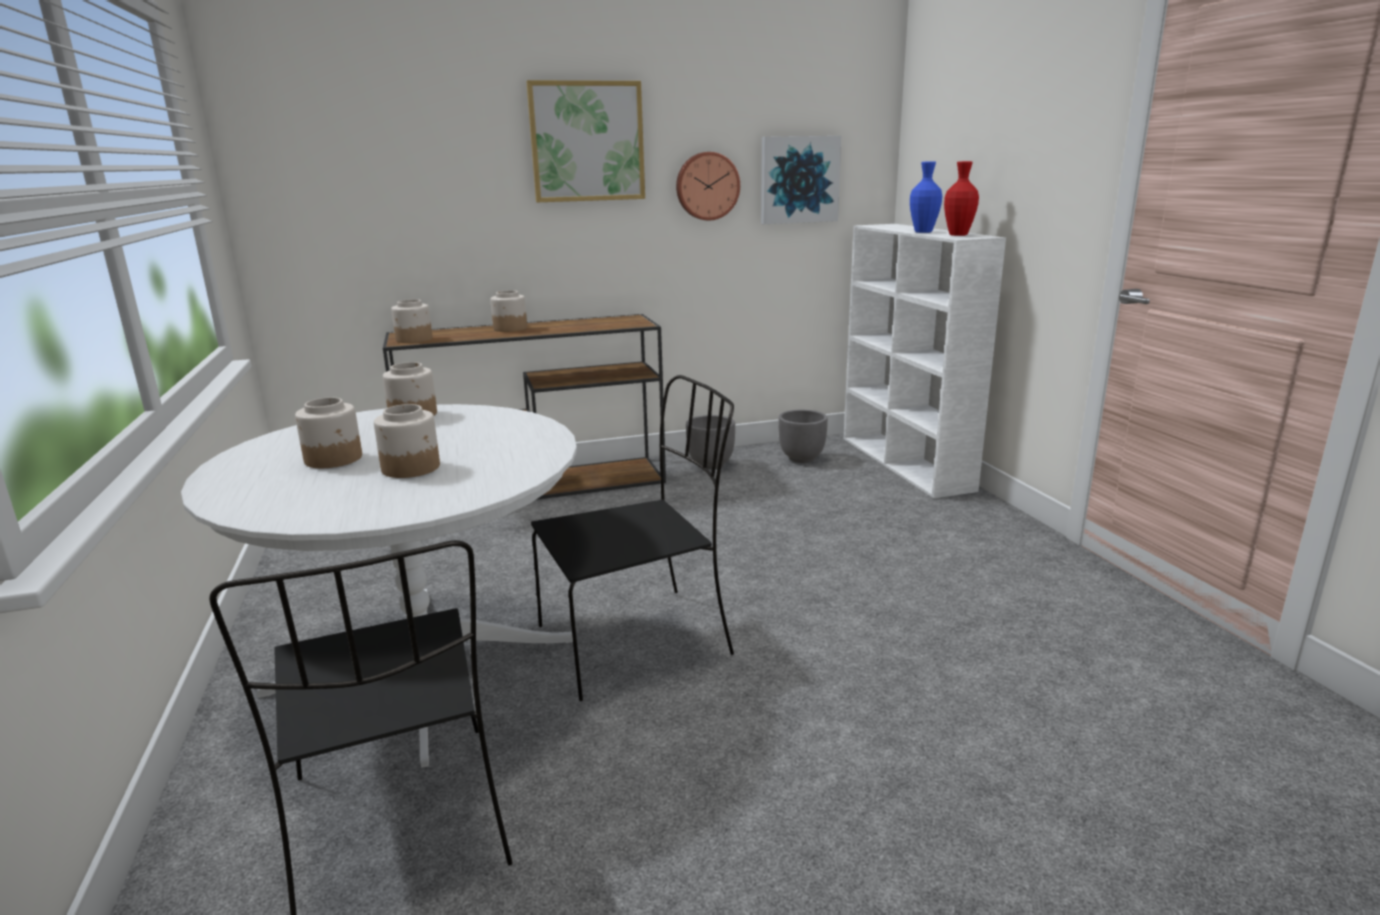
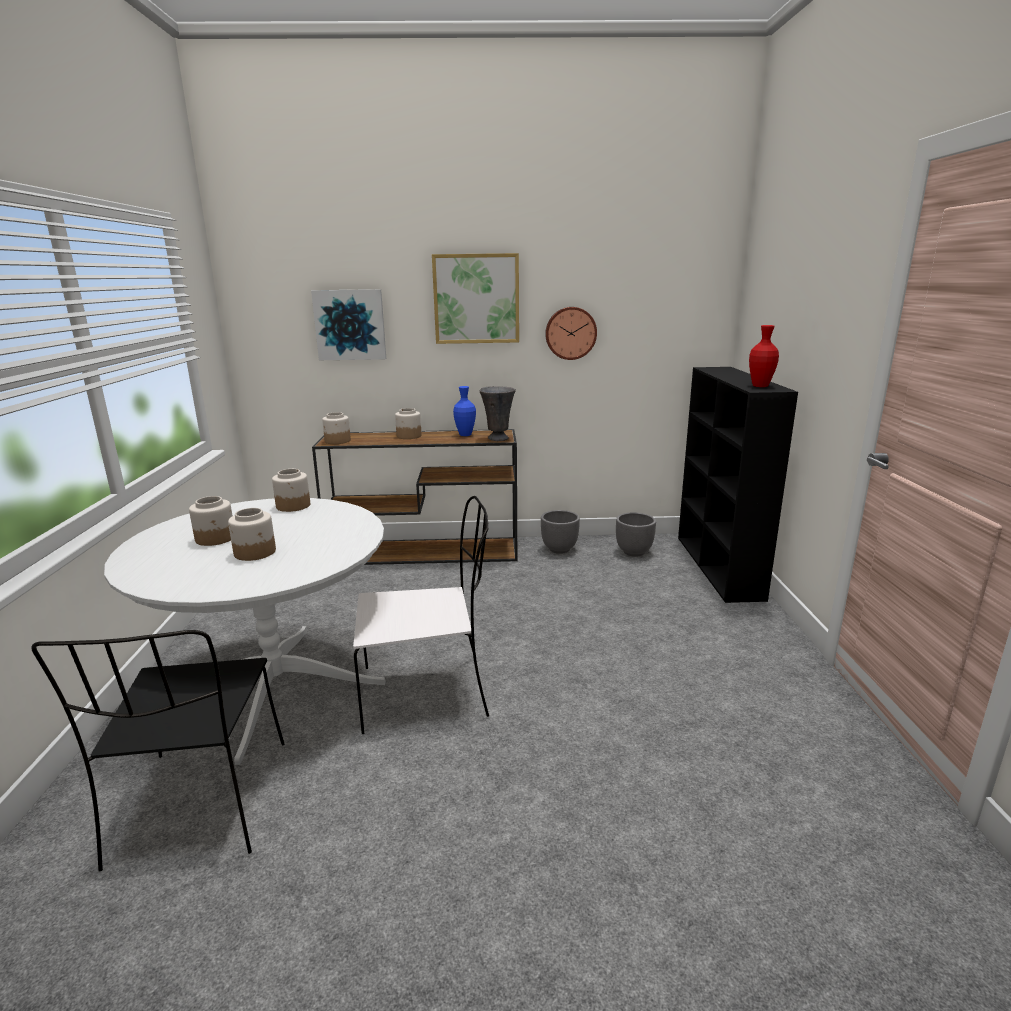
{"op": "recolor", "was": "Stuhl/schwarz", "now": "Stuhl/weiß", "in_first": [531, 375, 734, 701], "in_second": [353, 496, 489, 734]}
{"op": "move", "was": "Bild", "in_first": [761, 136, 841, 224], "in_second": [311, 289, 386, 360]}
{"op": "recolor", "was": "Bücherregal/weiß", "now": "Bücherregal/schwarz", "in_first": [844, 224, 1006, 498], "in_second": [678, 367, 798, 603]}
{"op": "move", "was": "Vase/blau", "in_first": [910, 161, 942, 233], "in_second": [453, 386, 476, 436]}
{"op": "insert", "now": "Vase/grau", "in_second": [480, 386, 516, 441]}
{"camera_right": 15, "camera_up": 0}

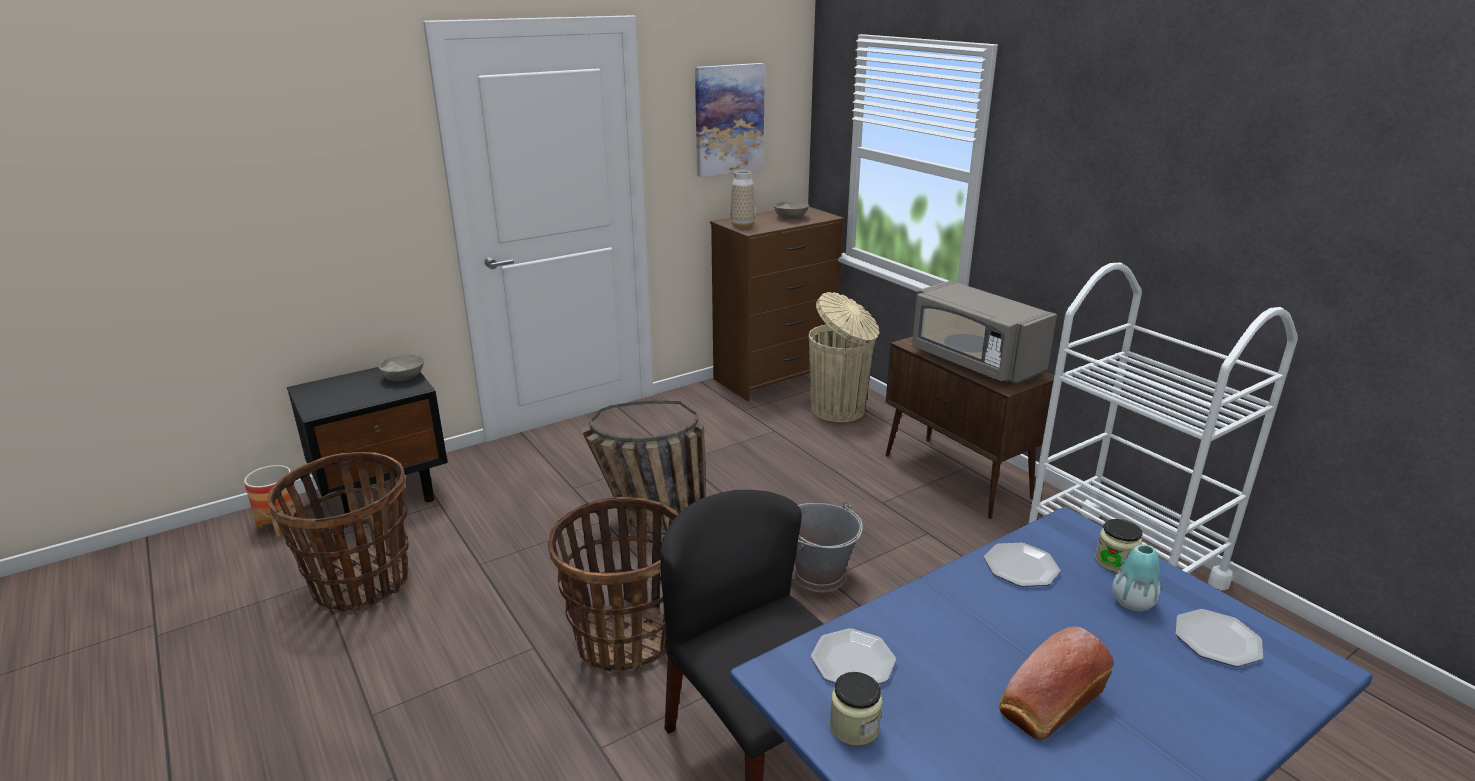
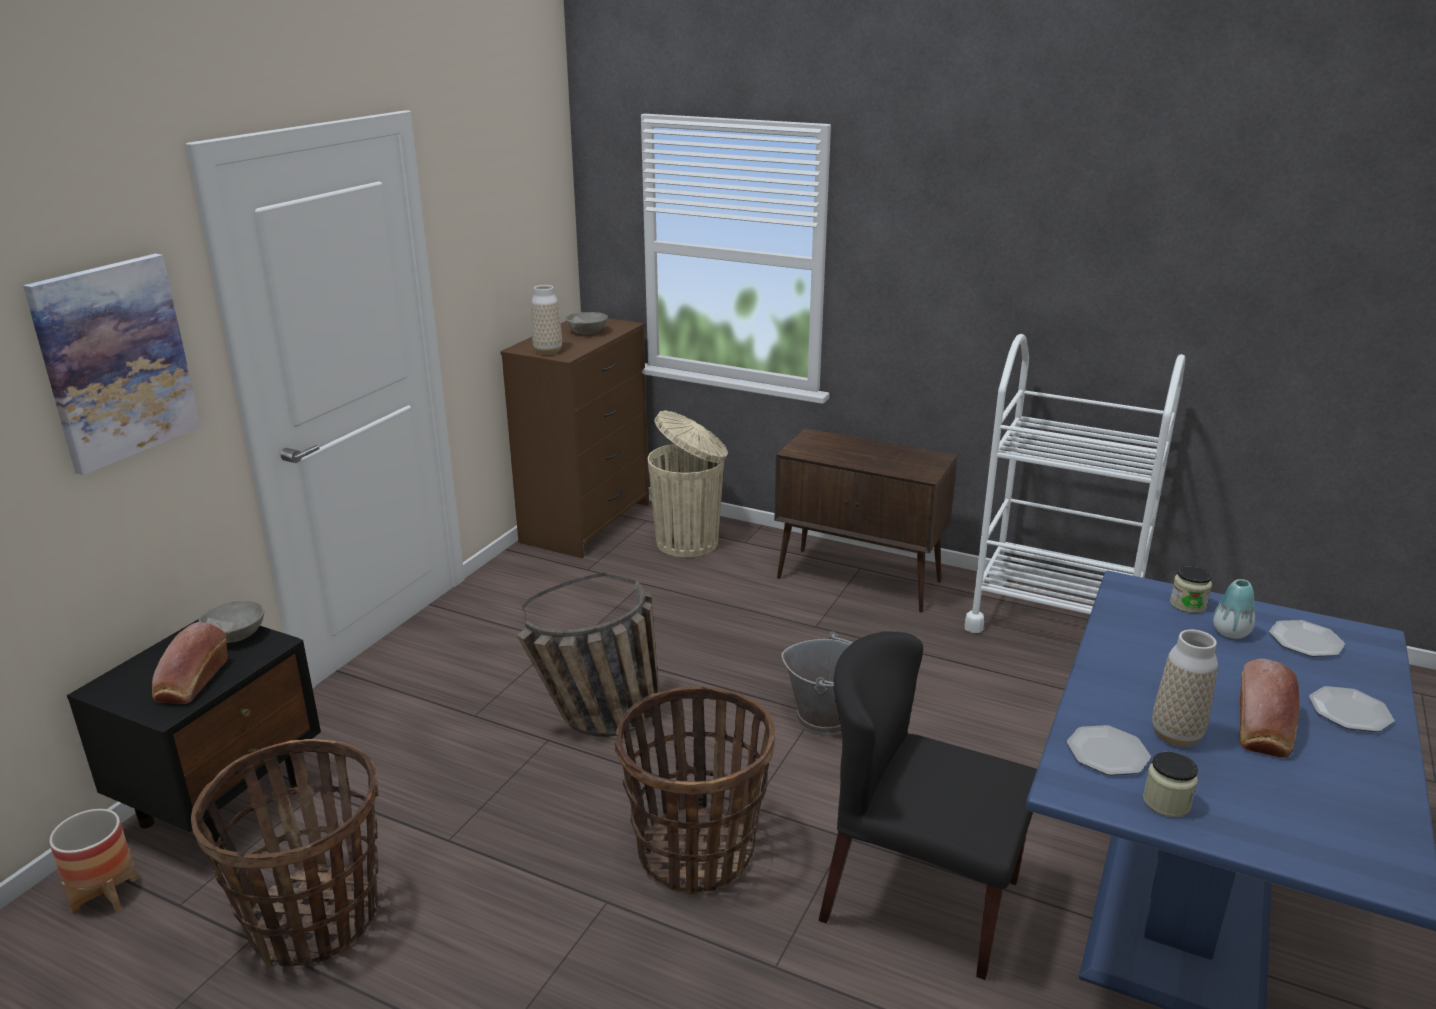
{"op": "move", "was": "Bild", "in_first": [695, 63, 765, 177], "in_second": [23, 254, 201, 475]}
{"op": "delete", "was": "Mikrowelle/grau", "in_first": [912, 280, 1057, 384]}
{"op": "move", "was": "Teller", "in_first": [984, 543, 1060, 587], "in_second": [1309, 686, 1394, 732]}
{"op": "insert", "now": "Brot", "in_second": [152, 622, 228, 704]}
{"op": "insert", "now": "Vase", "in_second": [1152, 630, 1218, 747]}
{"camera_right": -30, "camera_up": 0}

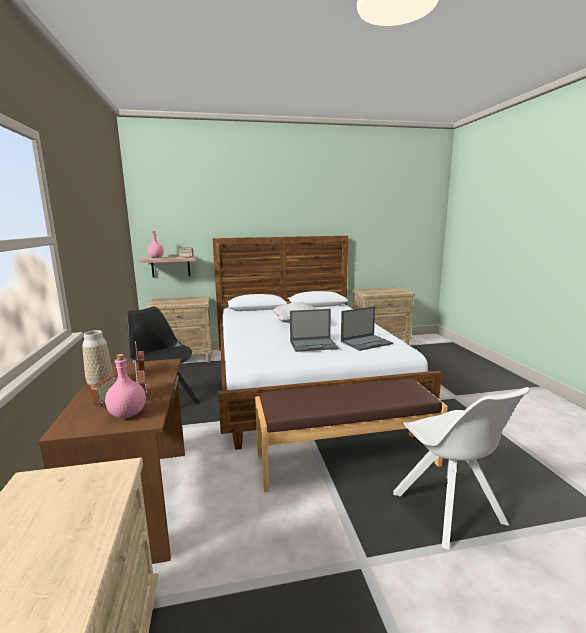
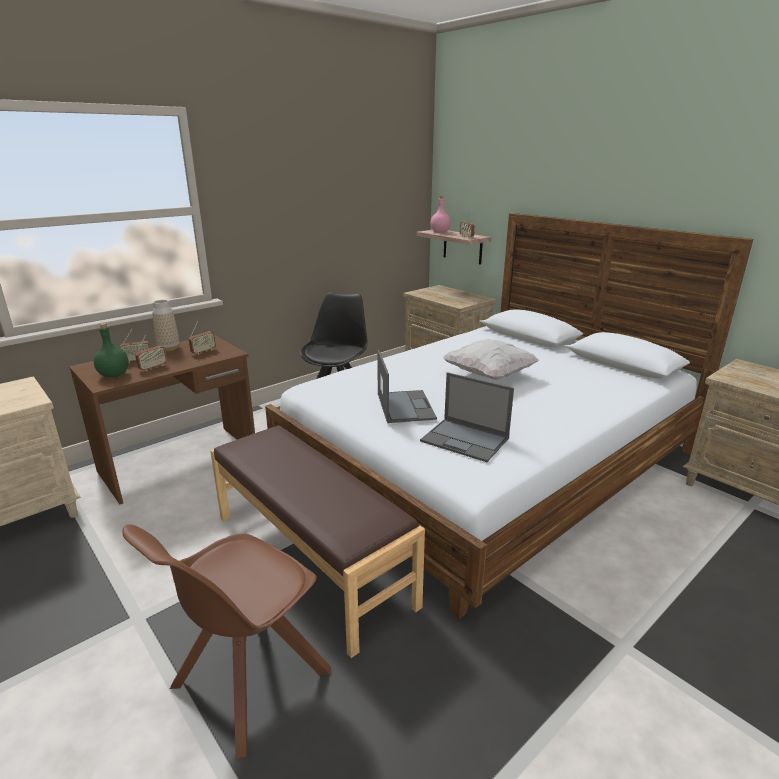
{"op": "recolor", "was": "Flasche/rosa", "now": "Flasche/grün", "in_first": [105, 354, 146, 418], "in_second": [94, 323, 129, 377]}
{"op": "rotate", "was": "Laptop", "in_first": [290, 309, 338, 352], "in_second": [377, 350, 437, 423], "clockwise": -150}
{"op": "recolor", "was": "Stuhl/weiß", "now": "Stuhl/braun", "in_first": [393, 387, 530, 550], "in_second": [122, 524, 331, 759]}
{"camera_right": 60, "camera_up": 10}

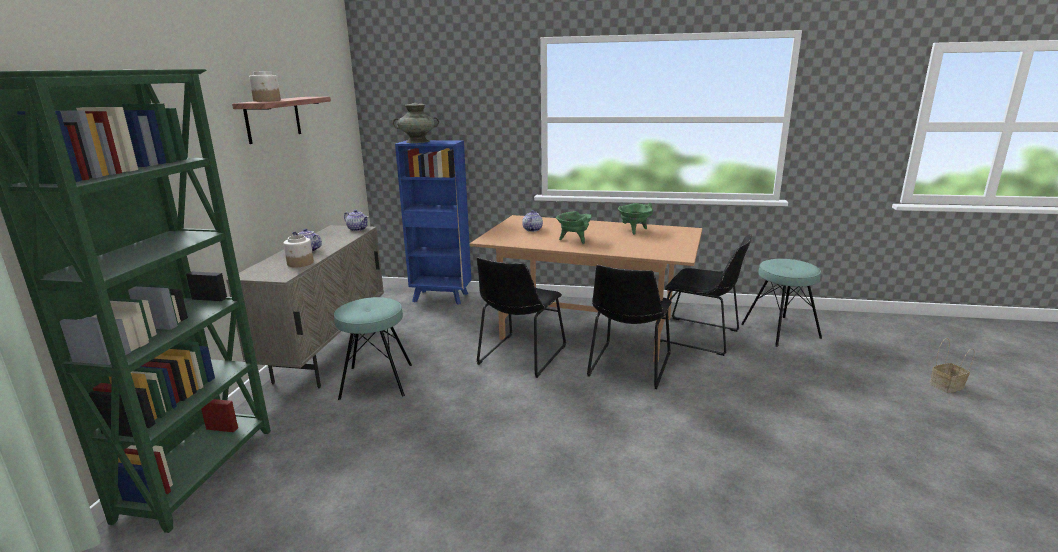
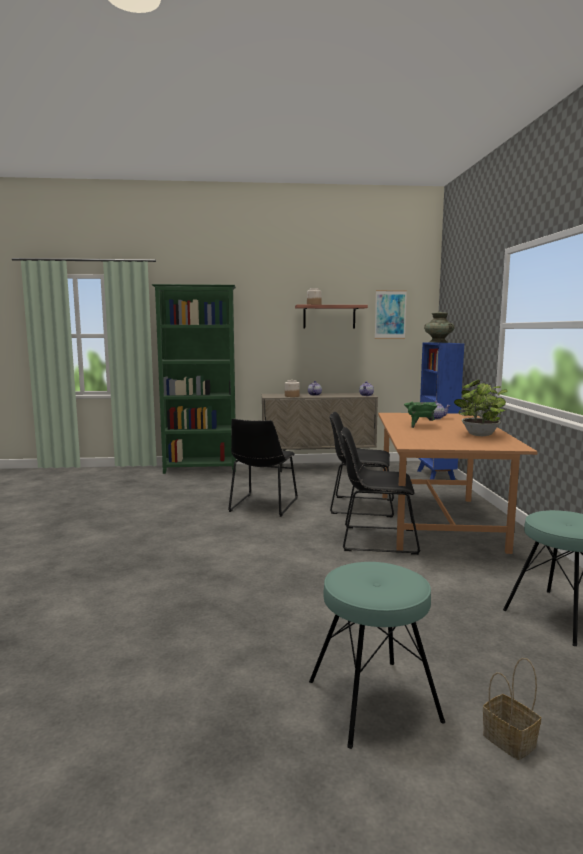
{"op": "move", "was": "Hocker/türkis", "in_first": [334, 297, 412, 400], "in_second": [309, 562, 445, 749]}
{"op": "replace", "was": "Kochtopf/grün", "now": "Topfpflanze", "in_first": [618, 203, 653, 234], "in_second": [454, 380, 507, 436]}
{"op": "move", "was": "Stuhl/schwarz", "in_first": [654, 234, 752, 356], "in_second": [228, 419, 298, 517]}
{"op": "insert", "now": "Bild", "in_second": [375, 290, 407, 339]}
{"camera_right": 75, "camera_up": -10}

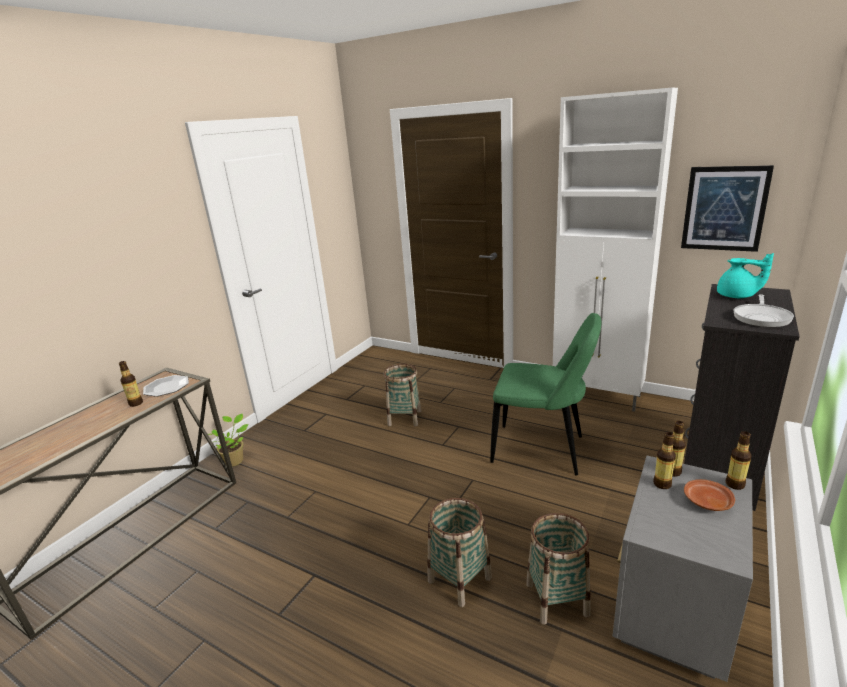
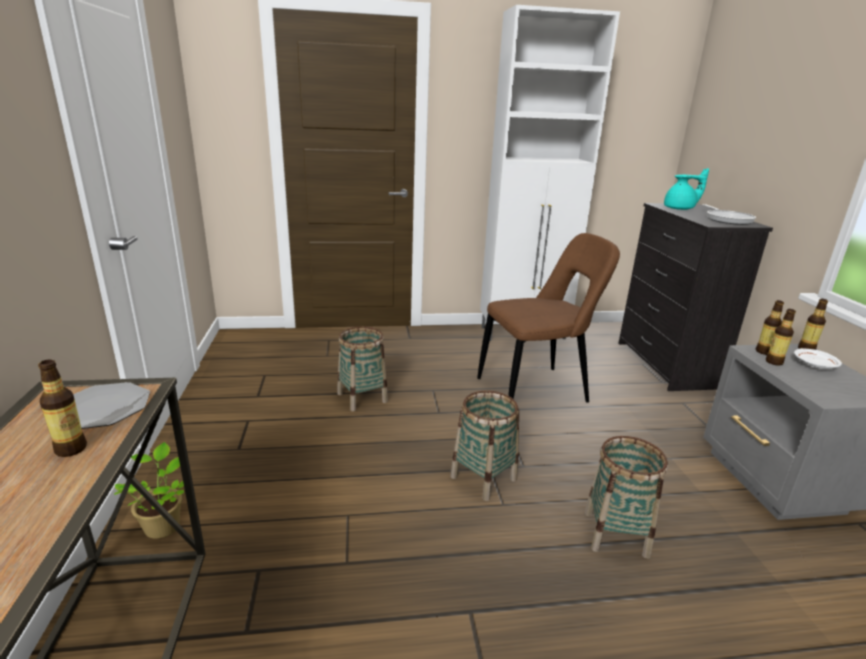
{"op": "recolor", "was": "Stuhl/grün", "now": "Stuhl/braun", "in_first": [490, 313, 601, 476], "in_second": [477, 233, 620, 403]}
{"op": "move", "was": "Korb", "in_first": [526, 513, 591, 625], "in_second": [450, 391, 519, 501]}
{"op": "delete", "was": "Bild", "in_first": [681, 165, 774, 252]}
{"op": "recolor", "was": "Teller/braun", "now": "Teller/weiß", "in_first": [684, 479, 735, 511], "in_second": [794, 349, 842, 369]}
{"camera_right": -40, "camera_up": 0}

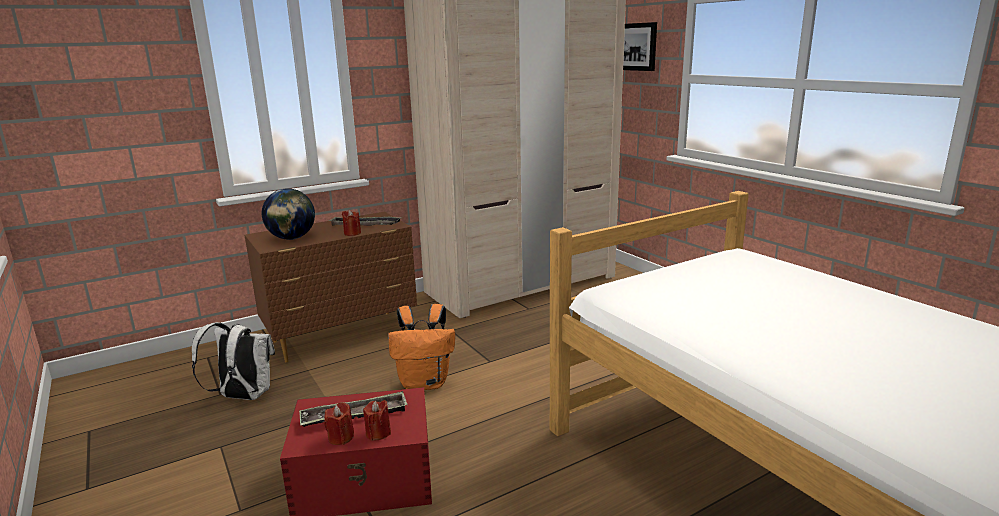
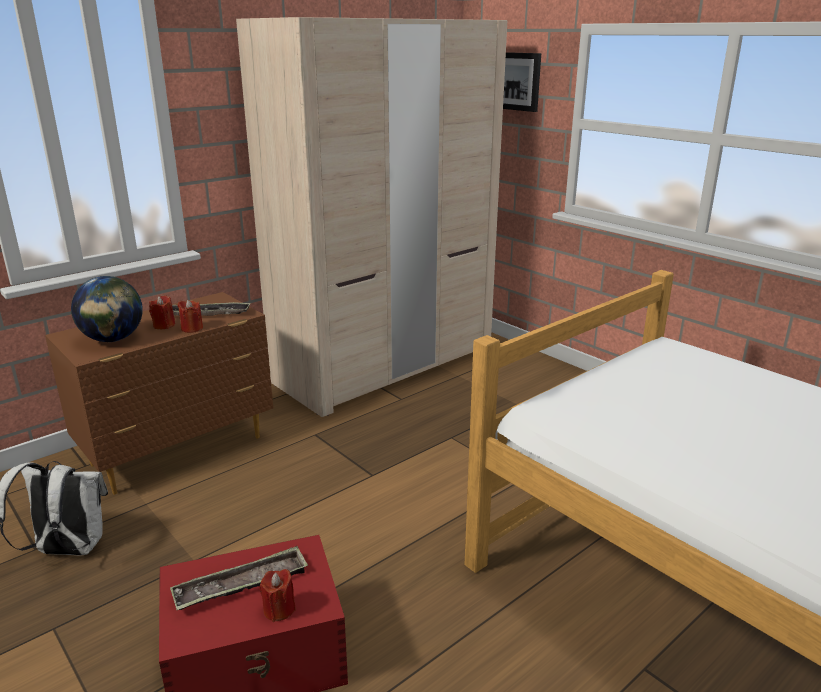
{"op": "move", "was": "Kerze/rot", "in_first": [324, 402, 354, 445], "in_second": [149, 295, 175, 329]}
{"op": "delete", "was": "Rucksack/orange", "in_first": [388, 304, 455, 390]}
{"camera_right": -10, "camera_up": 5}

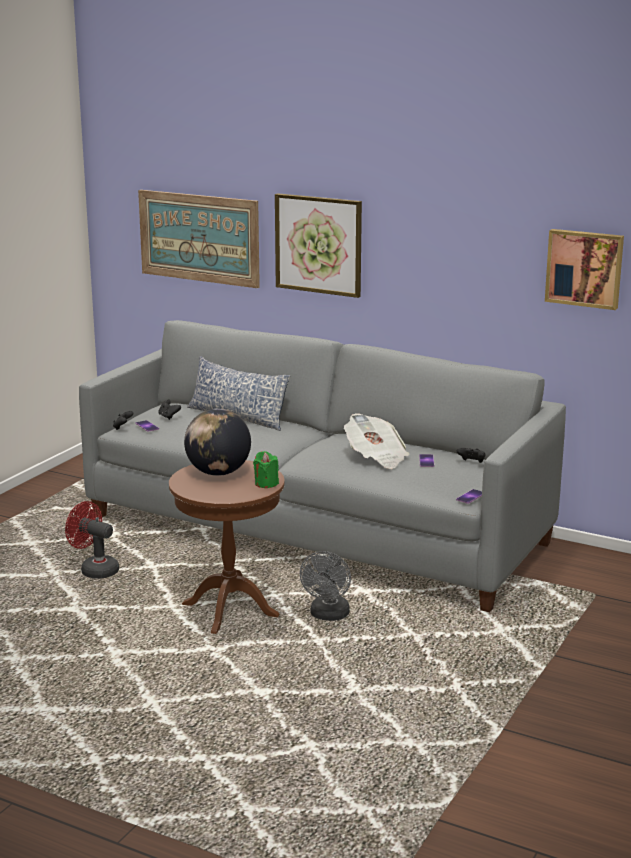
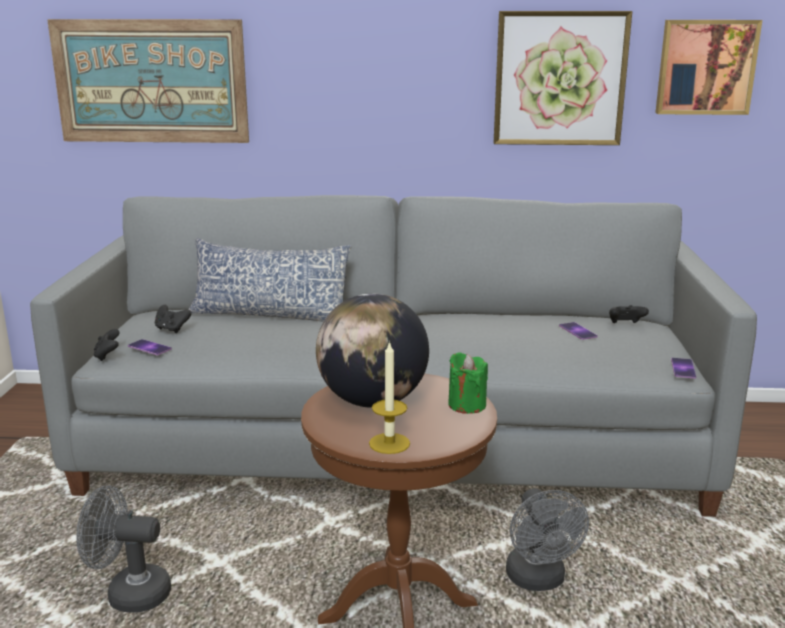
{"op": "recolor", "was": "Ventilator/rot", "now": "Ventilator/grau", "in_first": [65, 501, 119, 579], "in_second": [76, 485, 171, 613]}
{"op": "move", "was": "Bild", "in_first": [275, 193, 362, 298], "in_second": [494, 11, 632, 145]}
{"op": "delete", "was": "Zeitung", "in_first": [344, 413, 409, 469]}
{"op": "insert", "now": "Kerze", "in_second": [369, 341, 410, 454]}
{"camera_right": -25, "camera_up": 0}

